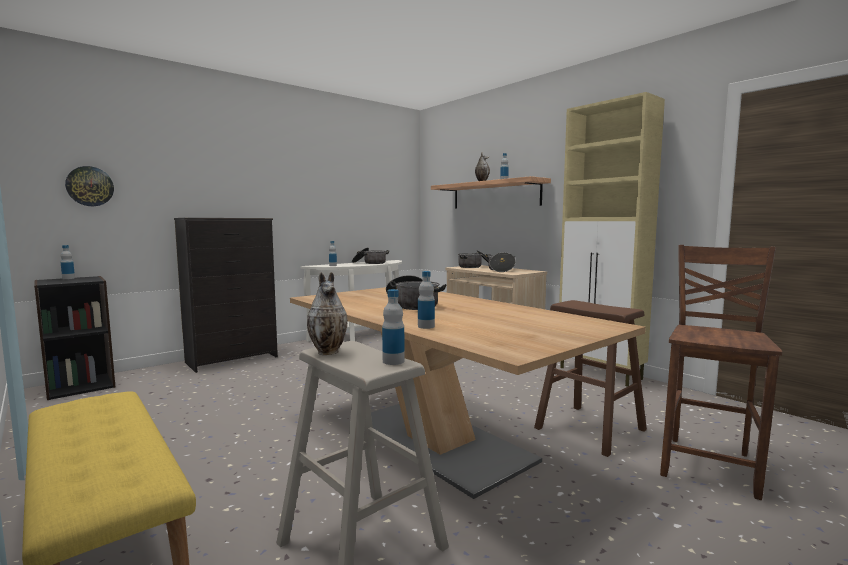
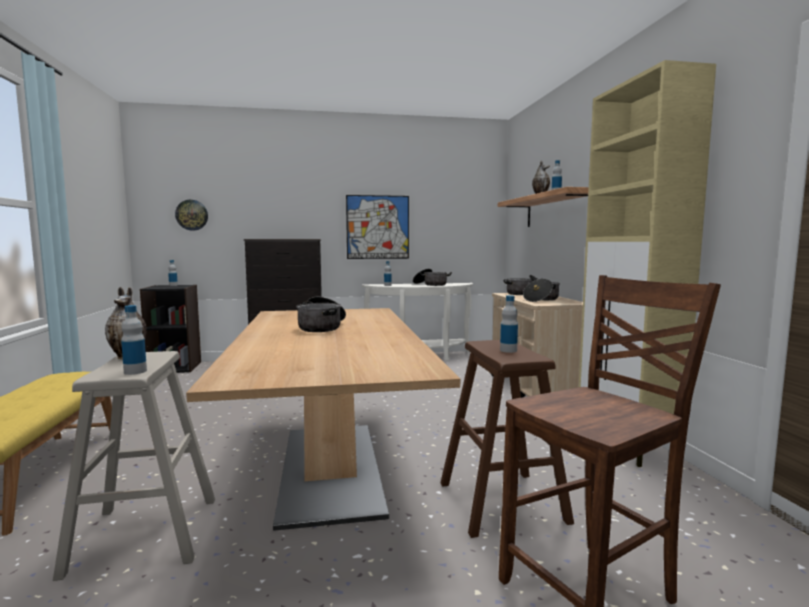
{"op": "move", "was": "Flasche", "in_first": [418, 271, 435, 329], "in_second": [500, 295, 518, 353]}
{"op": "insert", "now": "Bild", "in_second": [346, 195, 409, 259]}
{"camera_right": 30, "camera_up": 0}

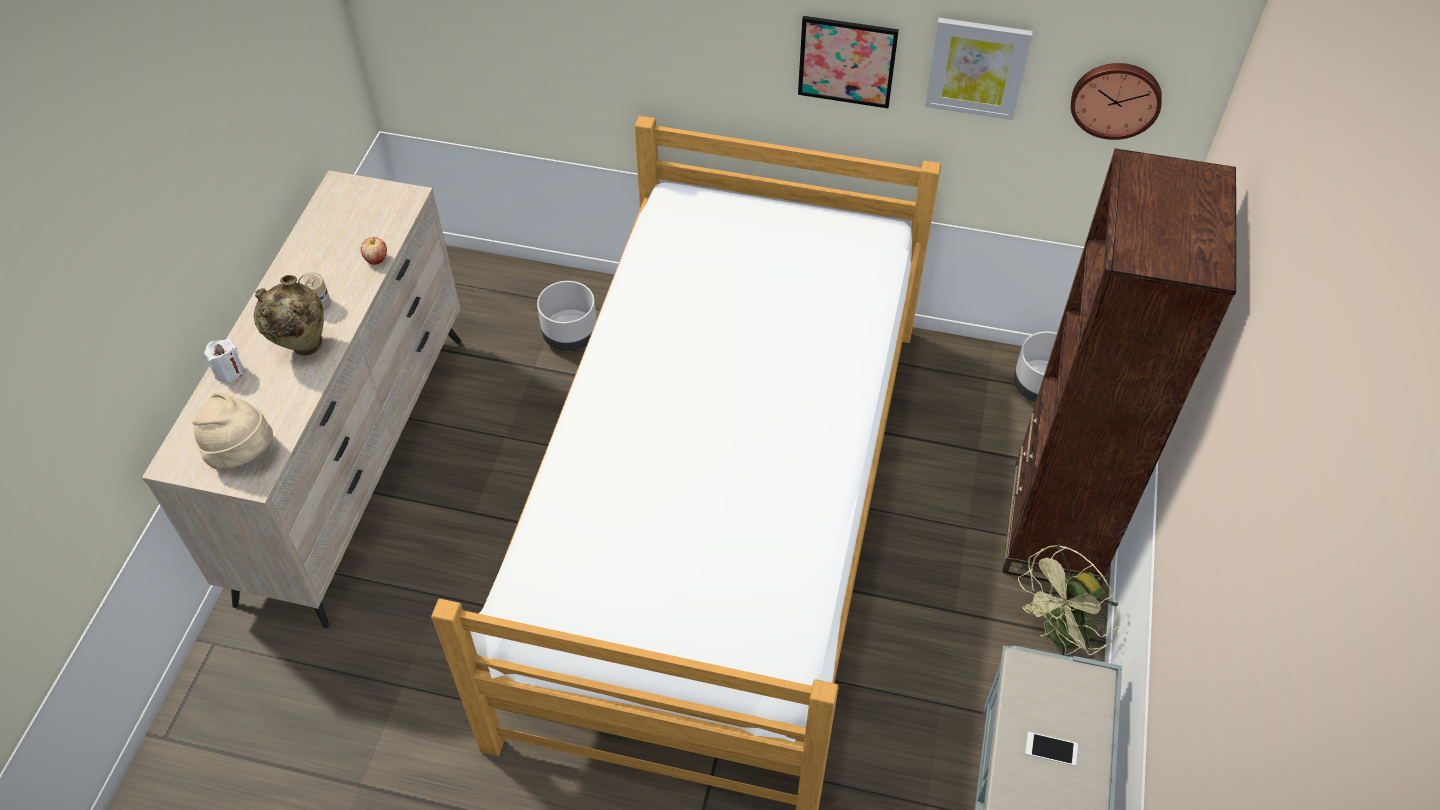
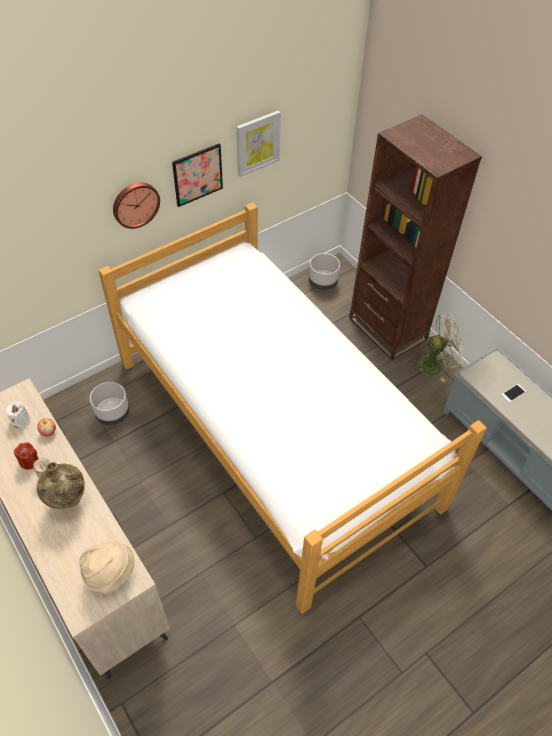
{"op": "move", "was": "Kerze/weiß", "in_first": [204, 339, 244, 383], "in_second": [6, 401, 30, 428]}
{"op": "rotate", "was": "Ventilator/grün", "in_first": [1018, 544, 1119, 659], "in_second": [410, 315, 463, 382], "clockwise": -105}
{"op": "move", "was": "Wanduhr", "in_first": [1071, 63, 1162, 140], "in_second": [113, 182, 160, 229]}
{"op": "insert", "now": "Kerze/rot", "in_second": [14, 442, 39, 470]}
{"camera_right": -50, "camera_up": 0}

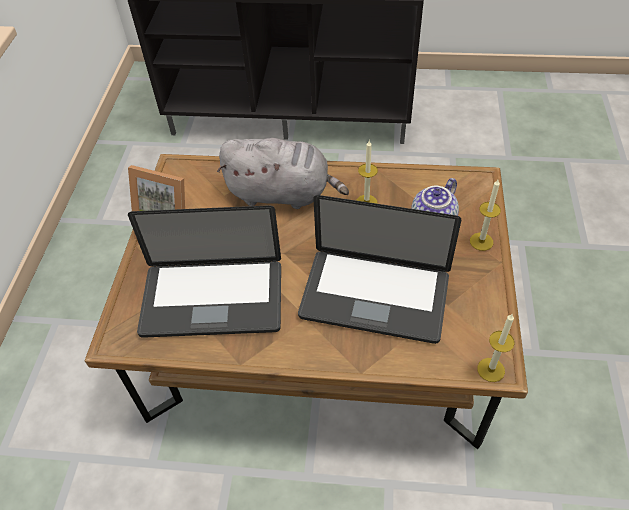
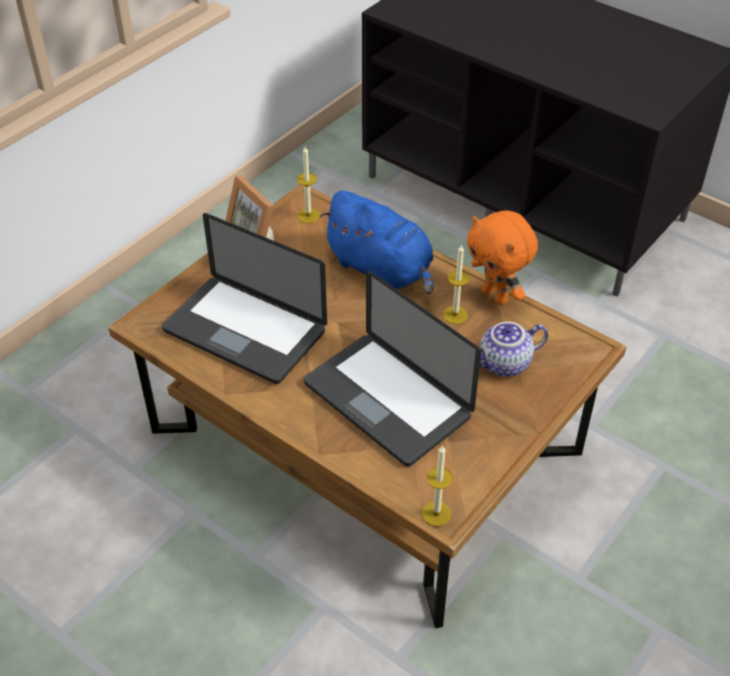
{"op": "recolor", "was": "Plüschtier/grau", "now": "Plüschtier/blau", "in_first": [217, 138, 349, 209], "in_second": [319, 191, 434, 295]}
{"op": "move", "was": "Kerze", "in_first": [470, 180, 501, 251], "in_second": [297, 146, 320, 223]}
{"op": "insert", "now": "Plüschtier/orange", "in_second": [467, 211, 538, 305]}
{"camera_right": 30, "camera_up": -5}

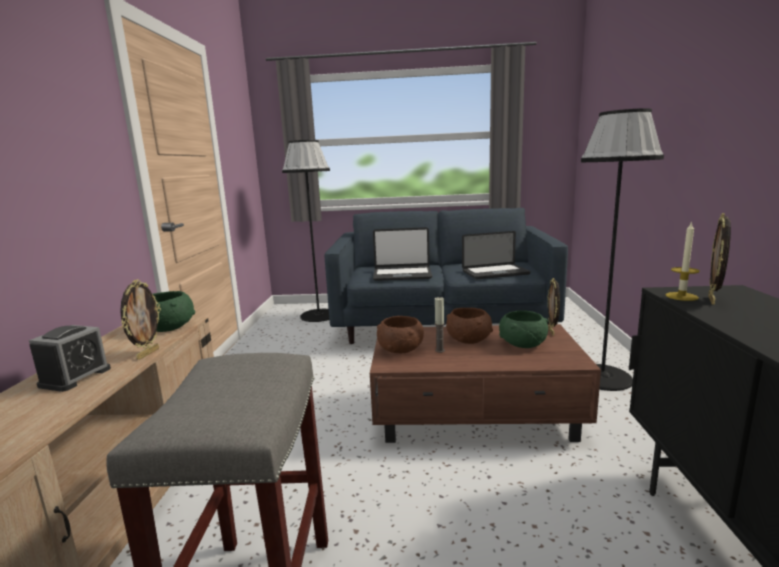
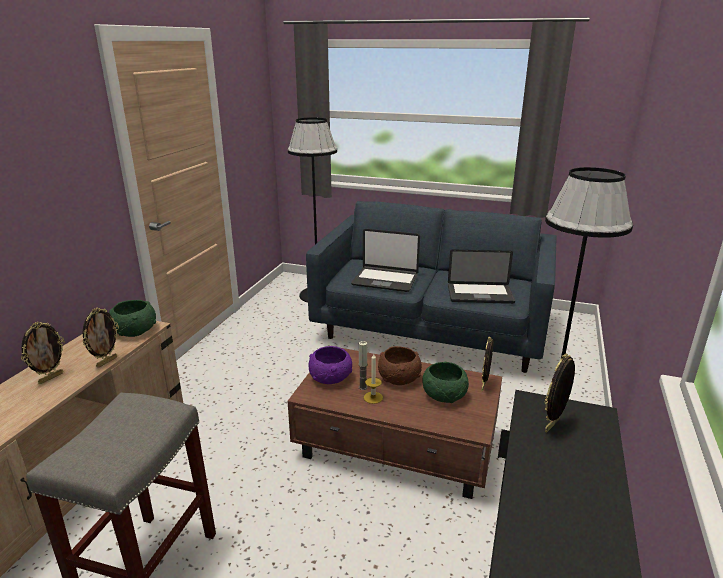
{"op": "replace", "was": "Wecker", "now": "Bilderrahmen", "in_first": [29, 325, 111, 392], "in_second": [21, 322, 65, 384]}
{"op": "recolor", "was": "Schüssel/braun", "now": "Schüssel/lila", "in_first": [377, 316, 424, 354], "in_second": [309, 346, 352, 384]}
{"op": "move", "was": "Kerze", "in_first": [666, 221, 700, 301], "in_second": [364, 354, 383, 404]}
{"camera_right": 15, "camera_up": 10}

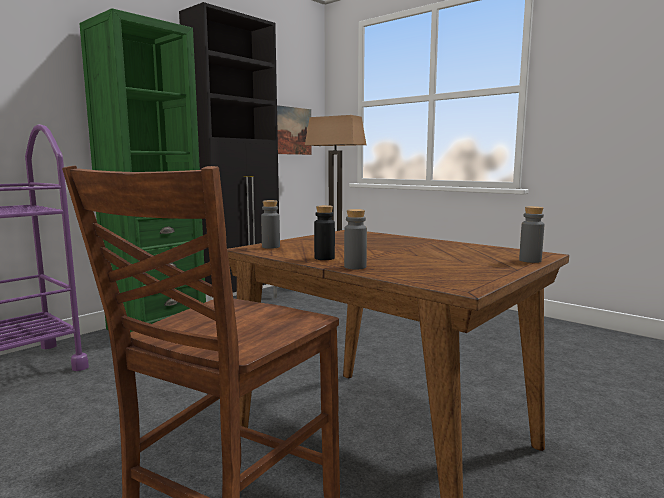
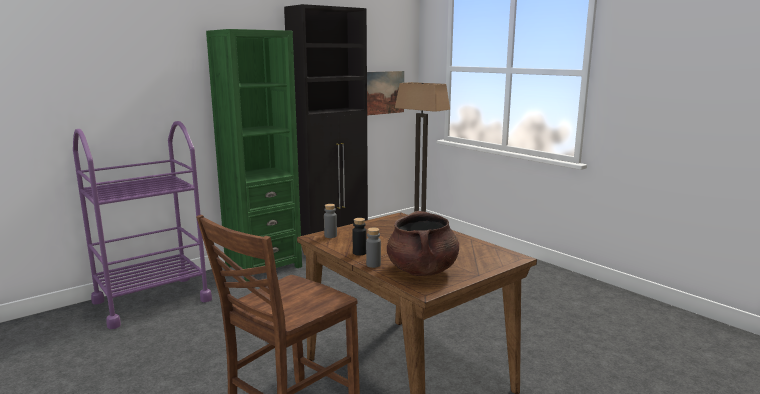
{"op": "delete", "was": "Flasche/grau", "in_first": [519, 206, 544, 263]}
{"op": "insert", "now": "Kochtopf/braun", "in_second": [387, 211, 459, 276]}
{"camera_right": 10, "camera_up": 5}

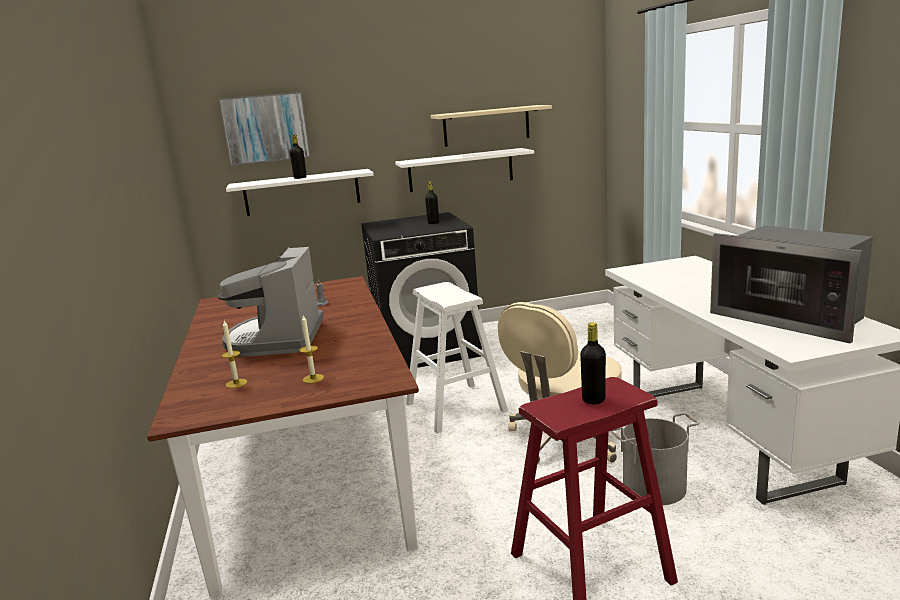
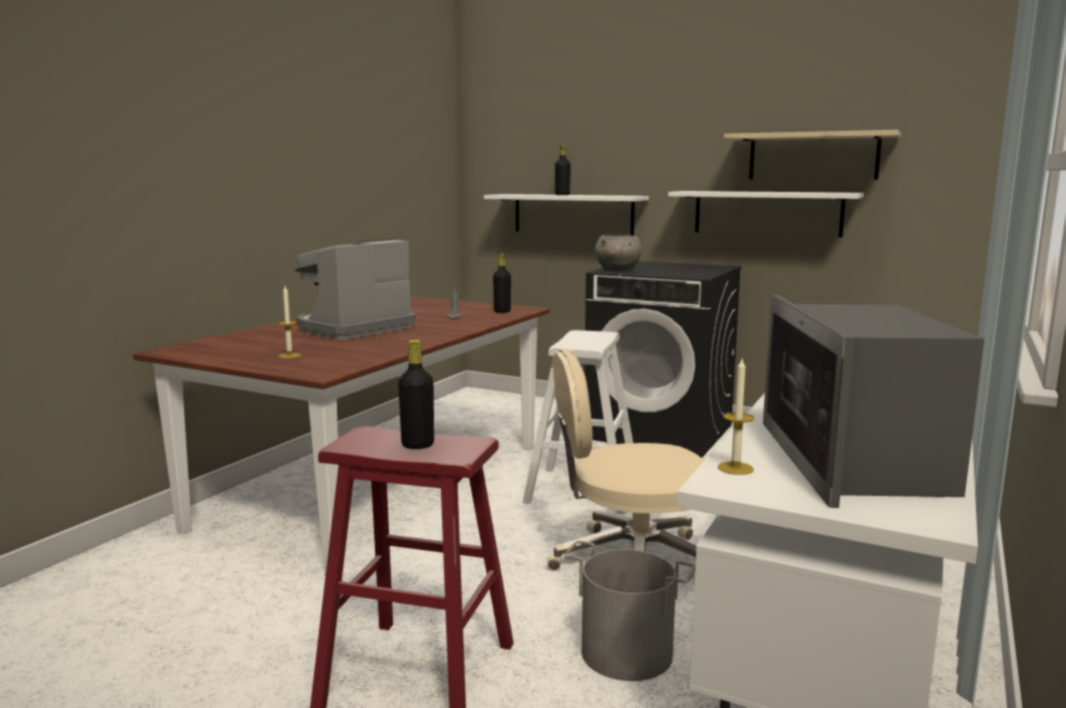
{"op": "delete", "was": "Bild", "in_first": [218, 92, 311, 166]}
{"op": "move", "was": "Kerze", "in_first": [222, 321, 247, 388], "in_second": [718, 359, 754, 475]}
{"op": "move", "was": "Flasche/schwarz", "in_first": [425, 181, 439, 224], "in_second": [493, 254, 511, 313]}
{"op": "insert", "now": "Schüssel/grau", "in_second": [595, 234, 642, 272]}
{"camera_right": 40, "camera_up": -5}

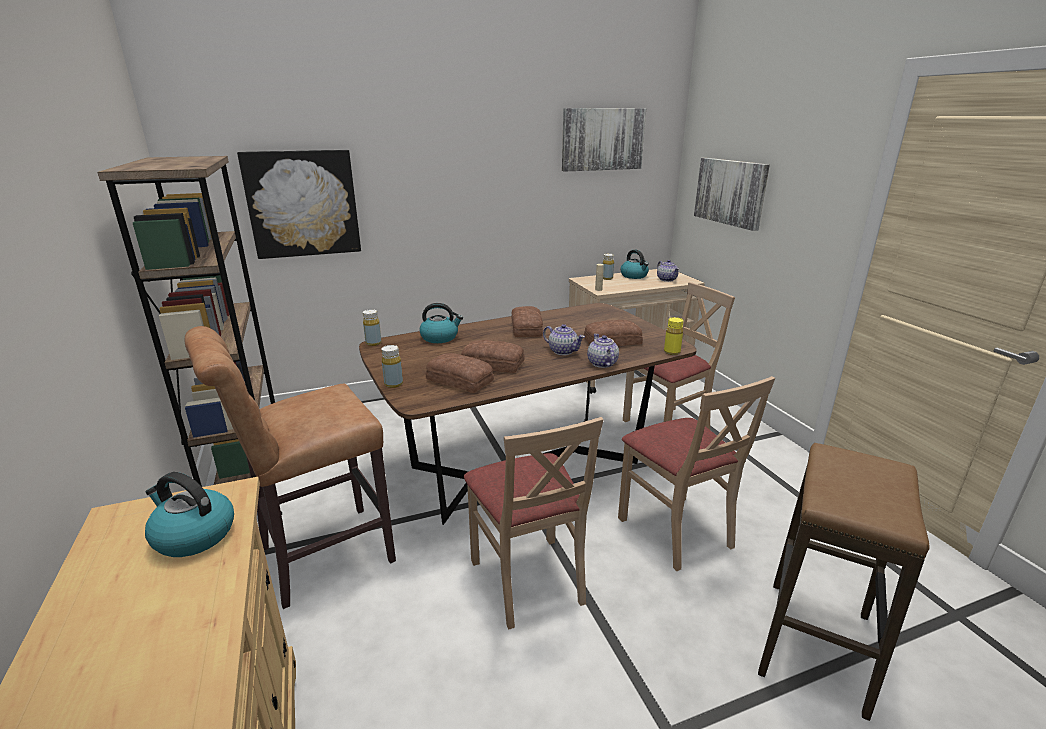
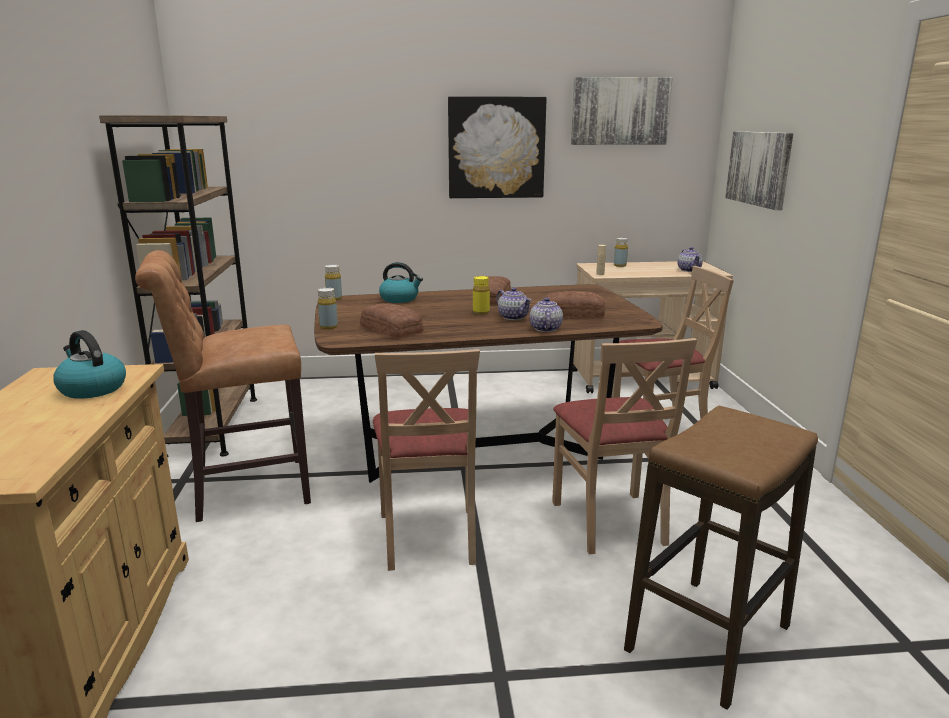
{"op": "move", "was": "Bild", "in_first": [237, 150, 361, 259], "in_second": [448, 96, 547, 198]}
{"op": "delete", "was": "Brot", "in_first": [461, 340, 525, 373]}
{"op": "delete", "was": "Wasserkessel", "in_first": [621, 250, 649, 279]}
{"op": "move", "was": "Flasche/gelb", "in_first": [664, 317, 683, 355], "in_second": [473, 276, 490, 315]}
{"camera_right": 15, "camera_up": -5}

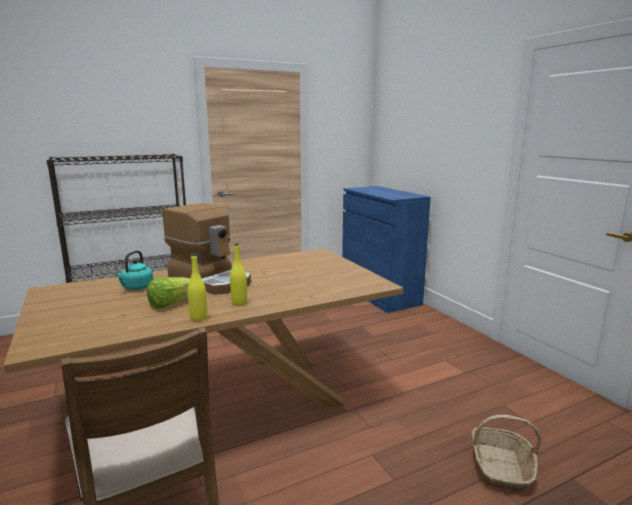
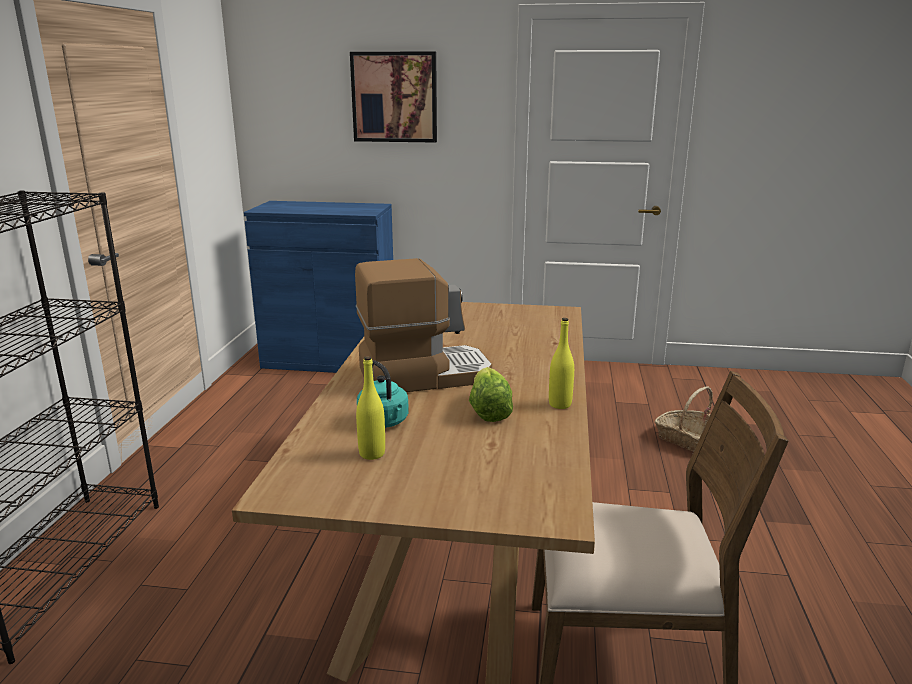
{"op": "move", "was": "Flasche/gelb", "in_first": [230, 244, 247, 306], "in_second": [356, 356, 385, 460]}
{"op": "insert", "now": "Bild", "in_second": [350, 52, 437, 143]}
{"camera_right": -55, "camera_up": 5}

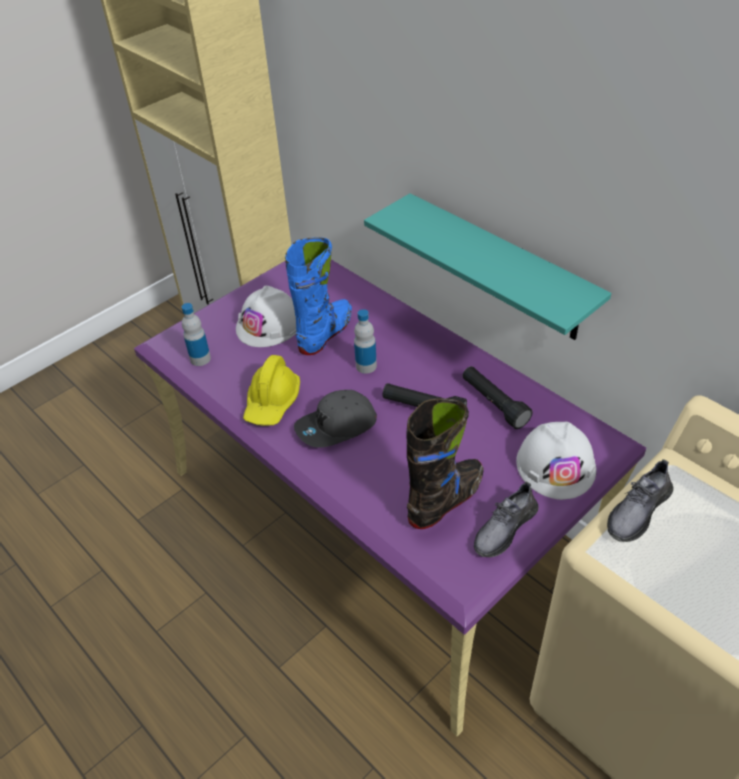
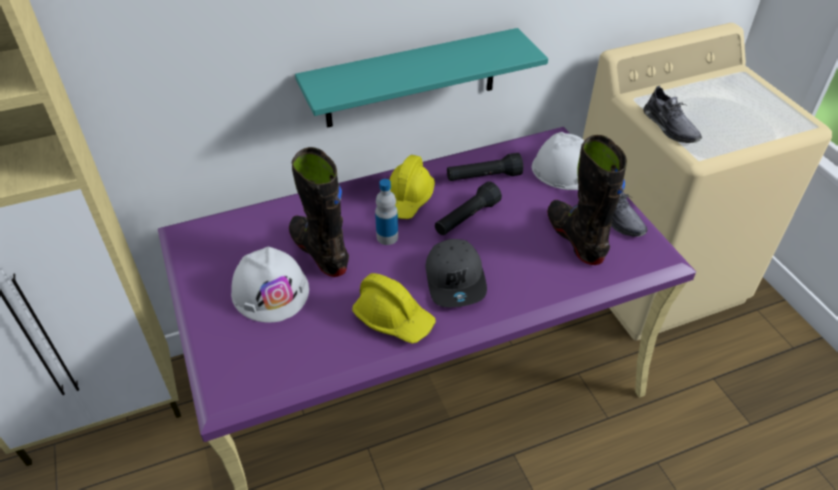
{"op": "delete", "was": "Flasche", "in_first": [182, 303, 211, 366]}
{"op": "recolor", "was": "Stiefel/blau", "now": "Stiefel/schwarz", "in_first": [285, 237, 352, 355], "in_second": [289, 147, 349, 277]}
{"op": "insert", "now": "Schutzhelm/gelb", "in_second": [389, 155, 435, 219]}
{"camera_right": -70, "camera_up": 0}

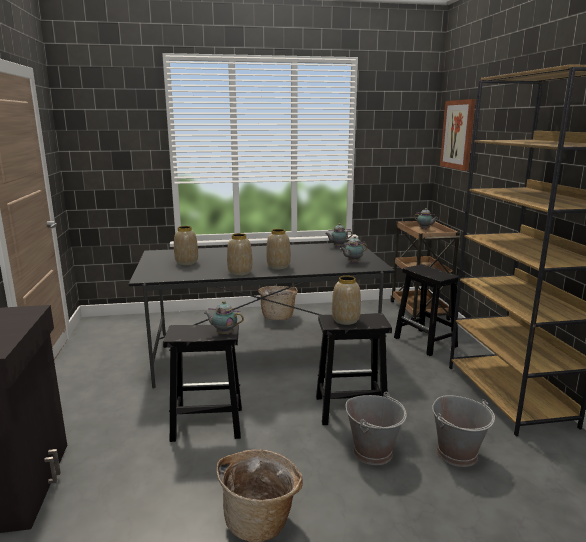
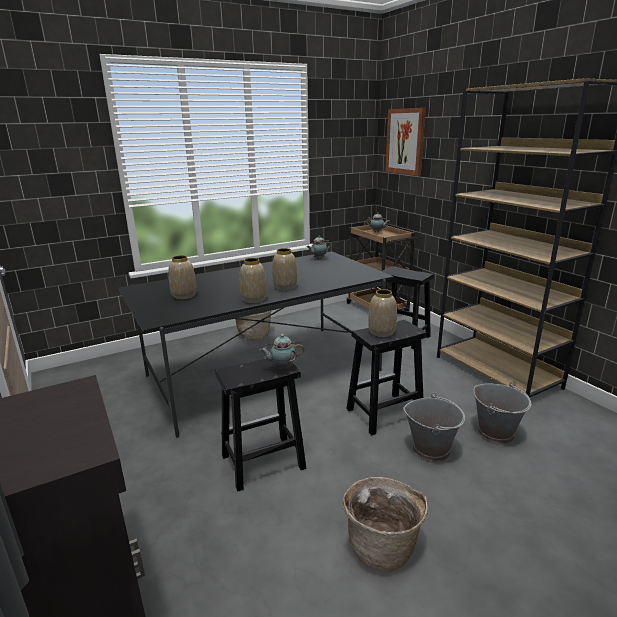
{"op": "delete", "was": "Teekanne", "in_first": [340, 236, 367, 263]}
{"camera_right": -20, "camera_up": 5}

